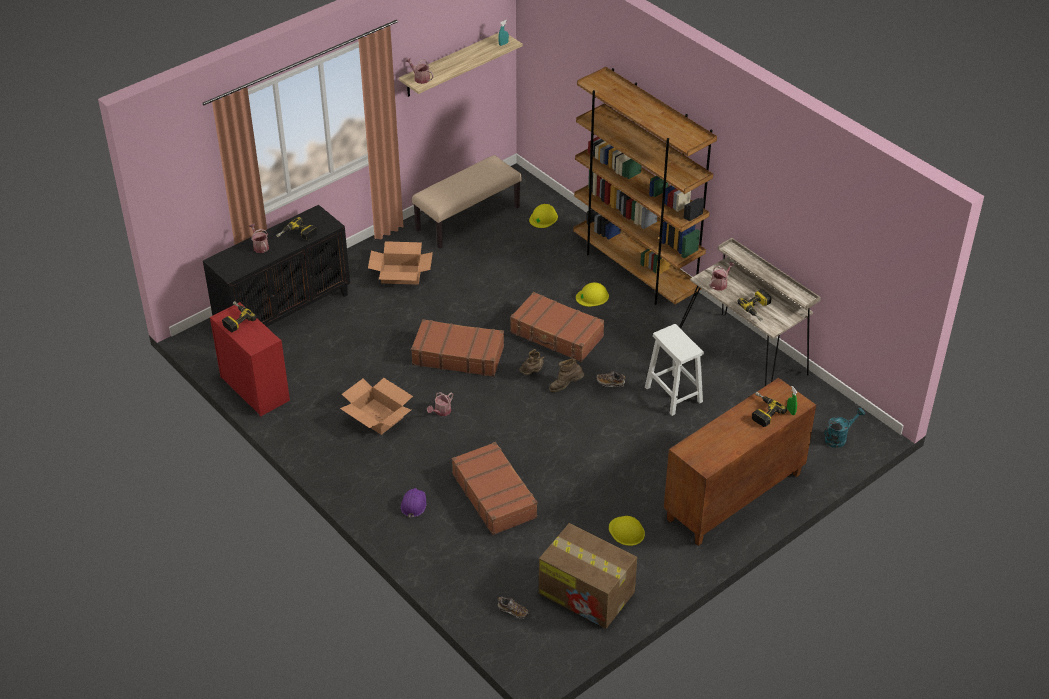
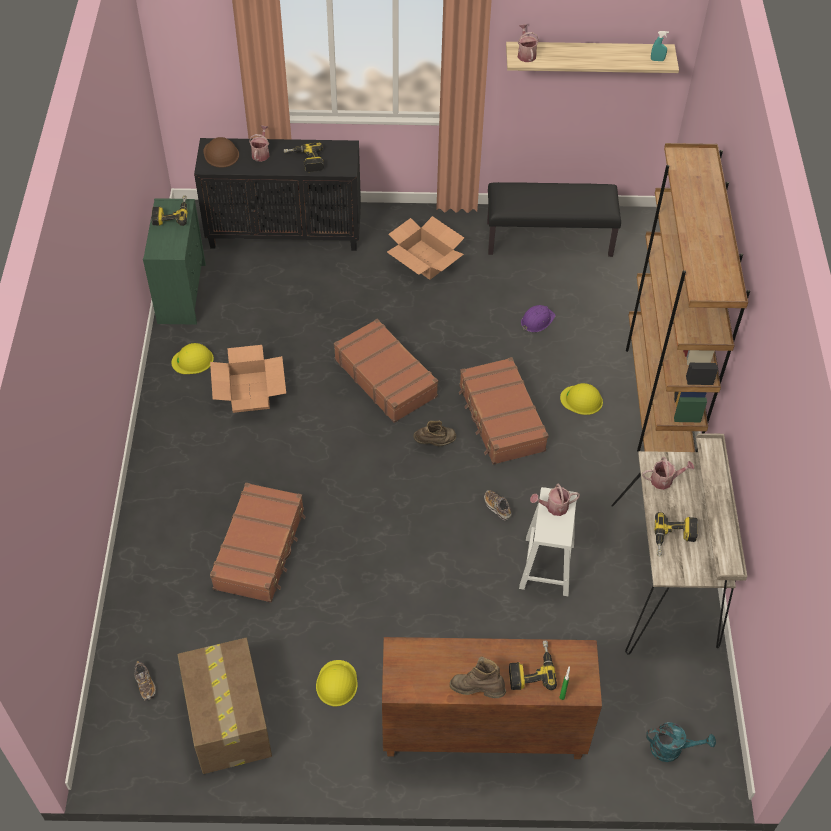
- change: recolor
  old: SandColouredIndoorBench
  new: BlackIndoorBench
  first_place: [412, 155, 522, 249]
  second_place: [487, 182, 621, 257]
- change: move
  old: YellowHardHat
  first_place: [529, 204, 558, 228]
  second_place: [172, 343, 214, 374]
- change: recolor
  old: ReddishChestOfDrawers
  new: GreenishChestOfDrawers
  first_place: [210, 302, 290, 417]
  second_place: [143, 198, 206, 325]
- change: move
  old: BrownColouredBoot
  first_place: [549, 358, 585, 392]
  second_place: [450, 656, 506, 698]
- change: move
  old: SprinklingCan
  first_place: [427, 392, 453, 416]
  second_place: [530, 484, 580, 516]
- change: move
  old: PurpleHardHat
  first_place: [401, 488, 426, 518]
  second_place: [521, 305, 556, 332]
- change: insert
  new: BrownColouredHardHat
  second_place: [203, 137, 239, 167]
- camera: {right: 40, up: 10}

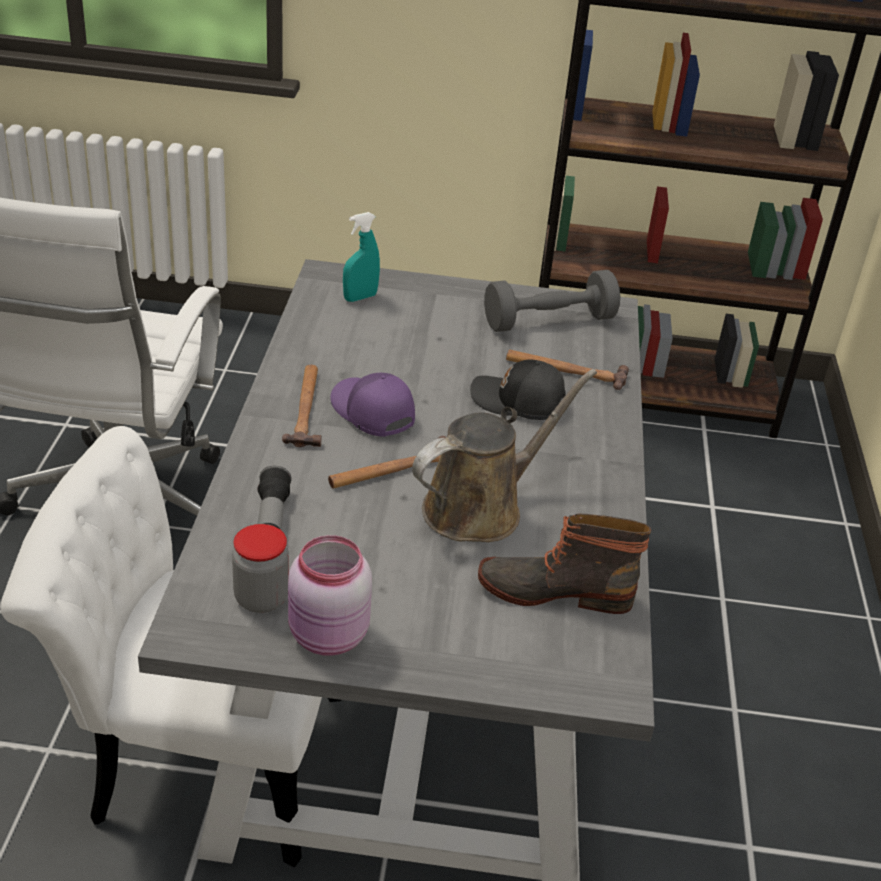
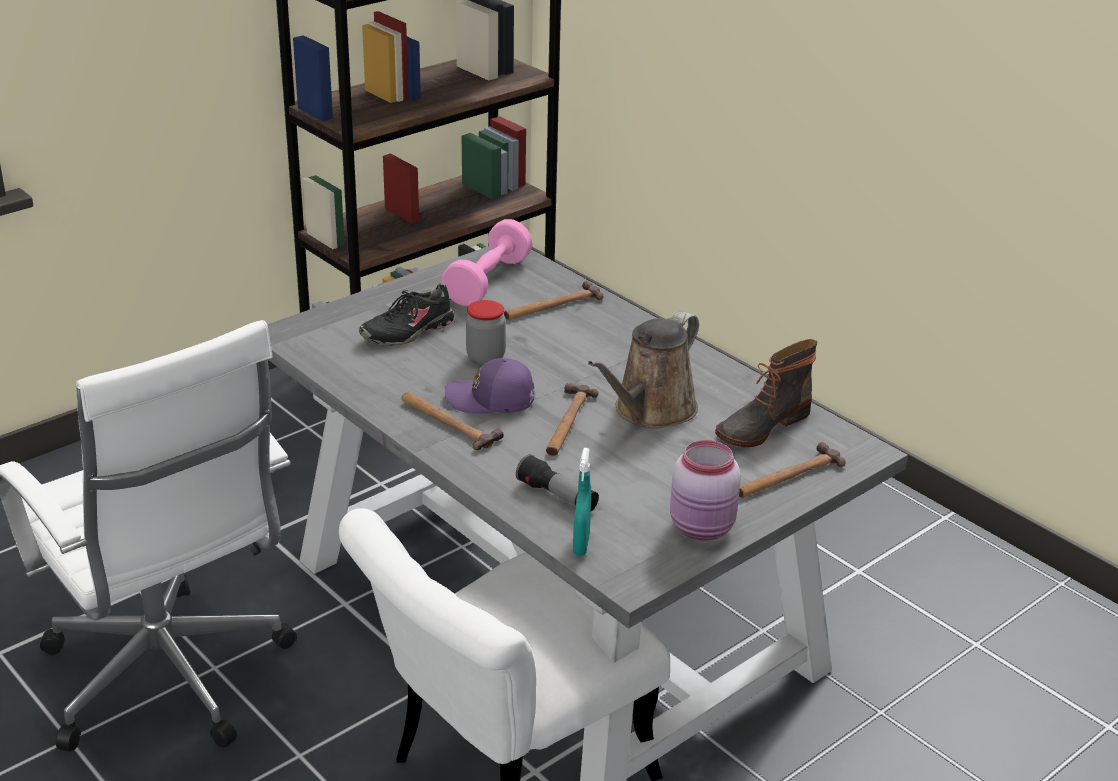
- change: move
  old: TurquoiseSprayer
  first_place: [343, 212, 380, 302]
  second_place: [573, 448, 591, 556]
- change: recolor
  old: GreyishHandWeight
  new: PinkHandWeight
  first_place: [484, 270, 620, 332]
  second_place: [442, 219, 532, 306]
- change: delete
  old: BlackCap
  first_place: [470, 360, 566, 420]
- change: rotate
  old: BrownColouredSprinklingCan
  first_place: [412, 369, 597, 542]
  second_place: [588, 312, 699, 429]
  degrees: -150
- change: move
  old: StorageJar
  first_place: [232, 524, 289, 613]
  second_place: [466, 300, 506, 365]
- change: insert
  new: BlackItemOfFootwear
  second_place: [359, 283, 454, 346]
- change: insert
  new: HandHammer
  second_place: [739, 442, 846, 498]
- camera: {right: -45, up: -5}

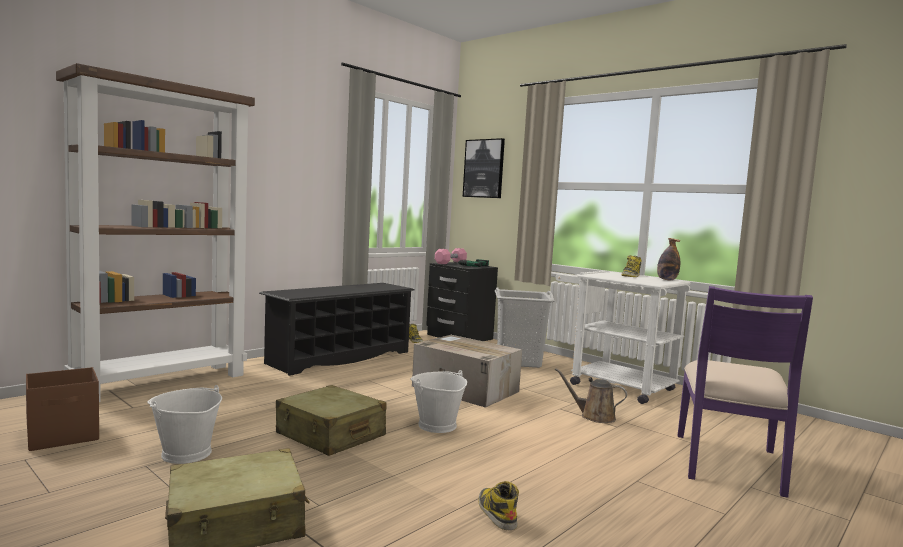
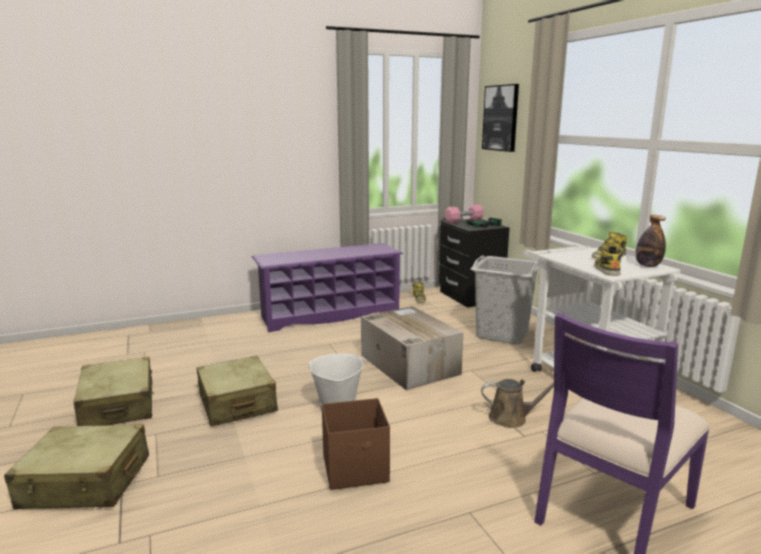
- change: delete
  old: BrownColouredShelvingUnit
  first_place: [56, 63, 255, 402]
- change: recolor
  old: BlackShoeShelf
  new: PurpleShoeShelf
  first_place: [259, 283, 415, 376]
  second_place: [252, 243, 403, 332]
- change: move
  old: BrownColouredStorageBox
  first_place: [26, 367, 99, 451]
  second_place: [322, 398, 390, 490]
- change: rotate
  old: BrownColouredSprinklingCan
  first_place: [555, 368, 627, 423]
  second_place: [481, 379, 554, 428]
  degrees: 135
- change: replace
  old: WhiteWaterBucket
  new: SandColouredTravelCase
  first_place: [147, 385, 222, 464]
  second_place: [74, 357, 154, 426]
- change: move
  old: Boot
  first_place: [478, 481, 519, 530]
  second_place: [594, 245, 624, 276]
- camera: {right: 25, up: 10}

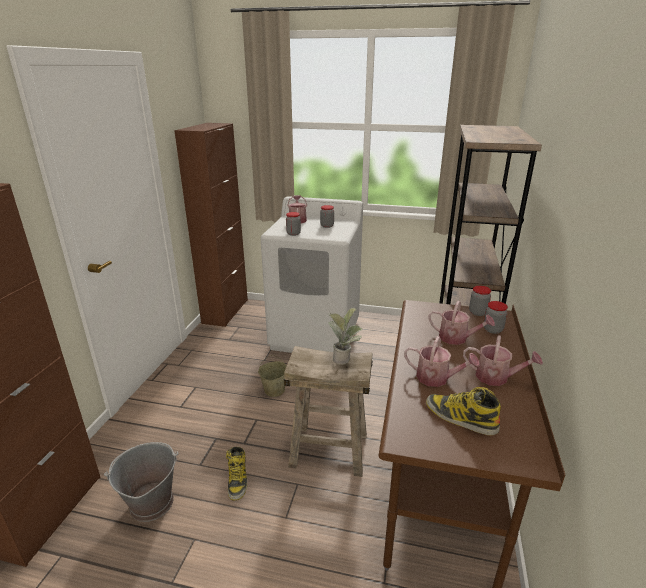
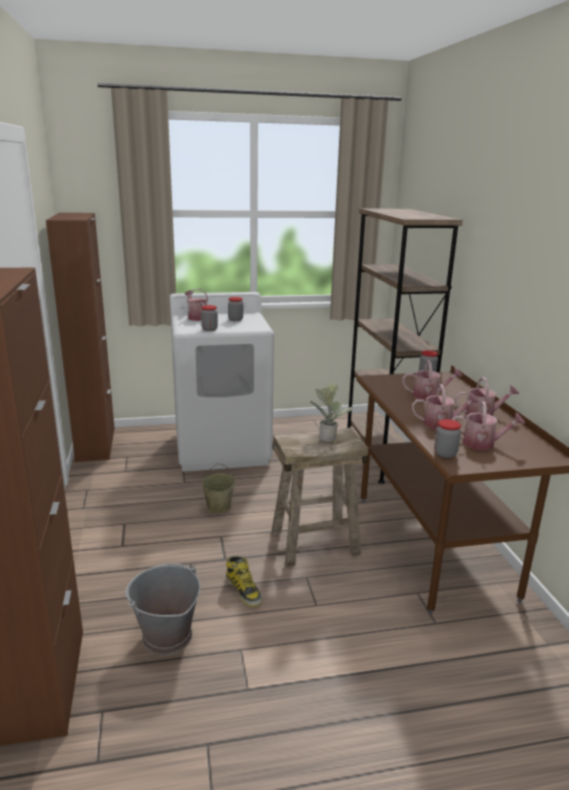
- change: move
  old: StorageJar
  first_place: [484, 301, 508, 334]
  second_place: [434, 419, 461, 458]
- change: replace
  old: Boot
  new: SprinklingCan
  first_place: [426, 387, 501, 435]
  second_place: [452, 401, 525, 450]
- camera: {right: -25, up: -5}

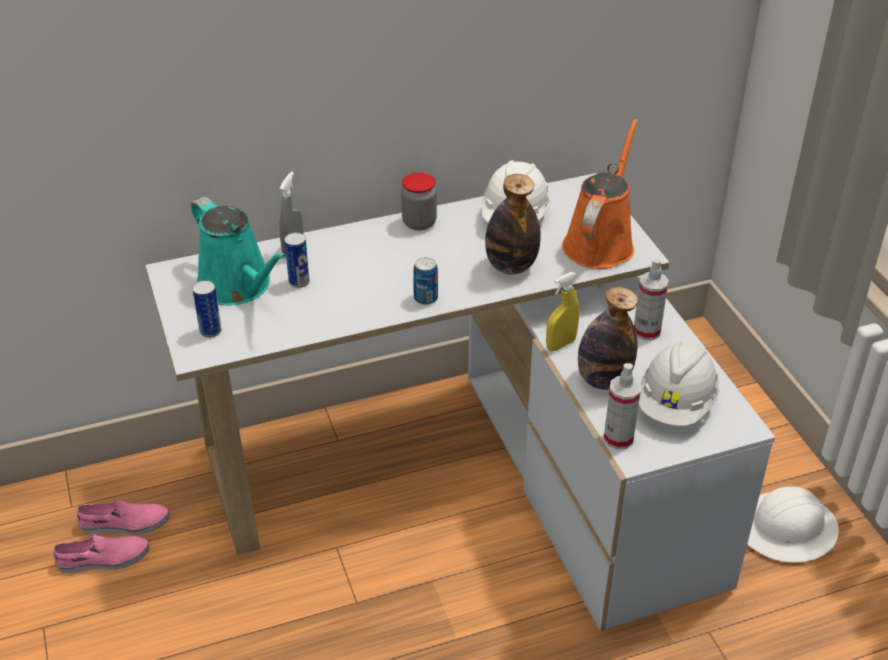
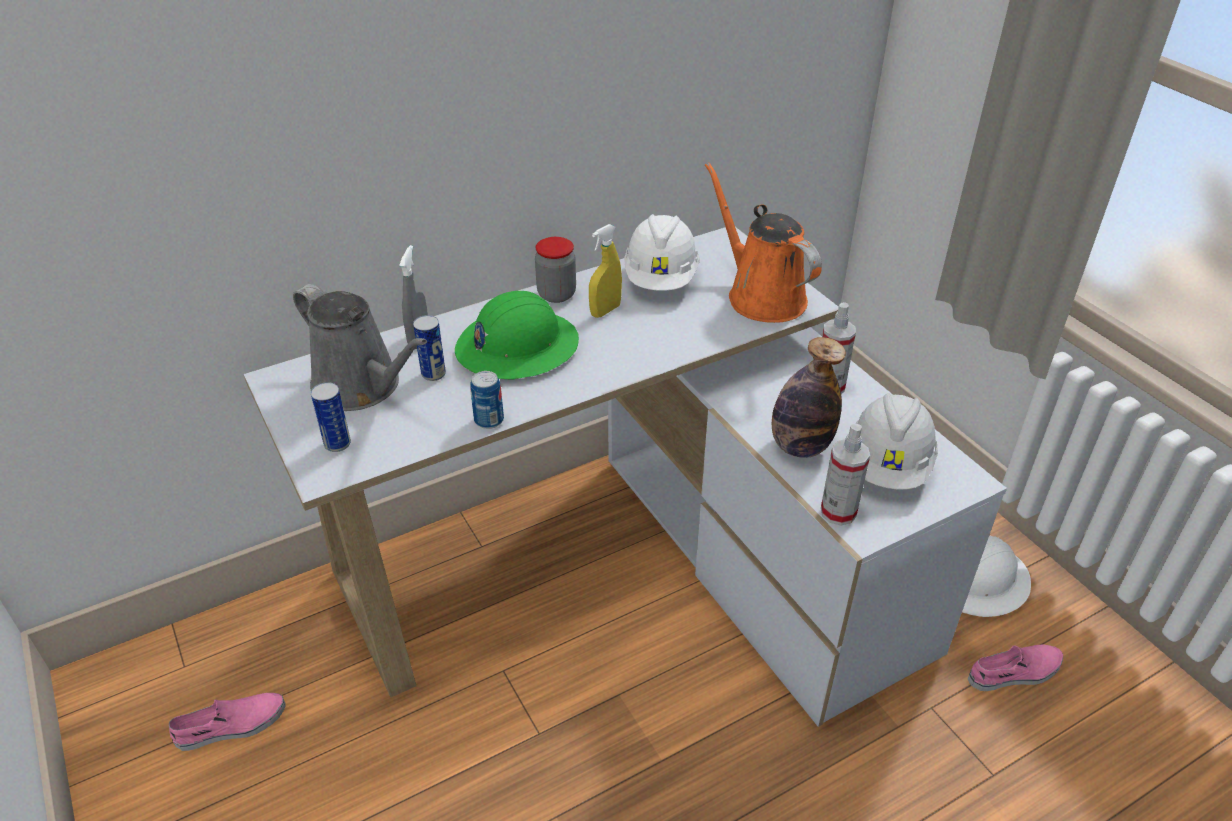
- change: rotate
  old: OrangeySprinklingCan
  first_place: [562, 119, 638, 269]
  second_place: [705, 162, 822, 323]
  degrees: -45
- change: delete
  old: Bottle
  first_place: [485, 174, 541, 274]
- change: recolor
  old: TurquoiseSprinklingCan
  new: GreyishSprinklingCan
  first_place: [191, 197, 287, 305]
  second_place: [293, 284, 427, 411]
- change: move
  old: Can
  first_place: [413, 257, 438, 305]
  second_place: [470, 371, 504, 429]
- change: move
  old: YellowSprayer
  first_place: [546, 272, 579, 351]
  second_place: [589, 224, 622, 318]
- change: move
  old: PinkItemOfFootwear
  first_place: [77, 498, 170, 535]
  second_place: [968, 644, 1063, 691]
- change: insert
  new: GreenishHardHat
  second_place: [455, 291, 579, 379]
- camera: {right: -10, up: 0}

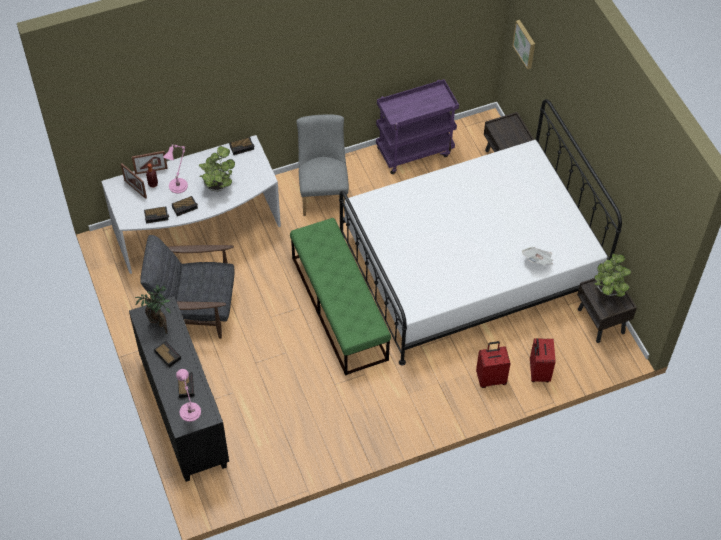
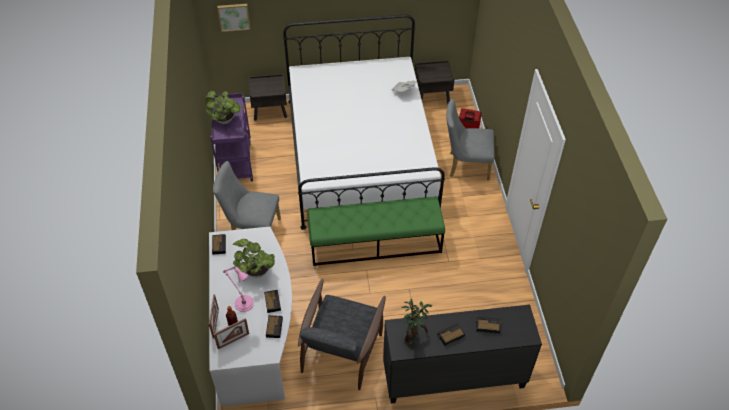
- change: move
  old: Houseplant
  first_place: [594, 253, 631, 297]
  second_place: [205, 91, 242, 124]
- change: replace
  old: ReddishTravelCase
  new: GreyishChair
  first_place: [476, 341, 511, 388]
  second_place: [446, 99, 495, 181]
- change: delete
  old: PinkLampForATable
  first_place: [176, 369, 201, 422]
- camera: {right: -75, up: -5}

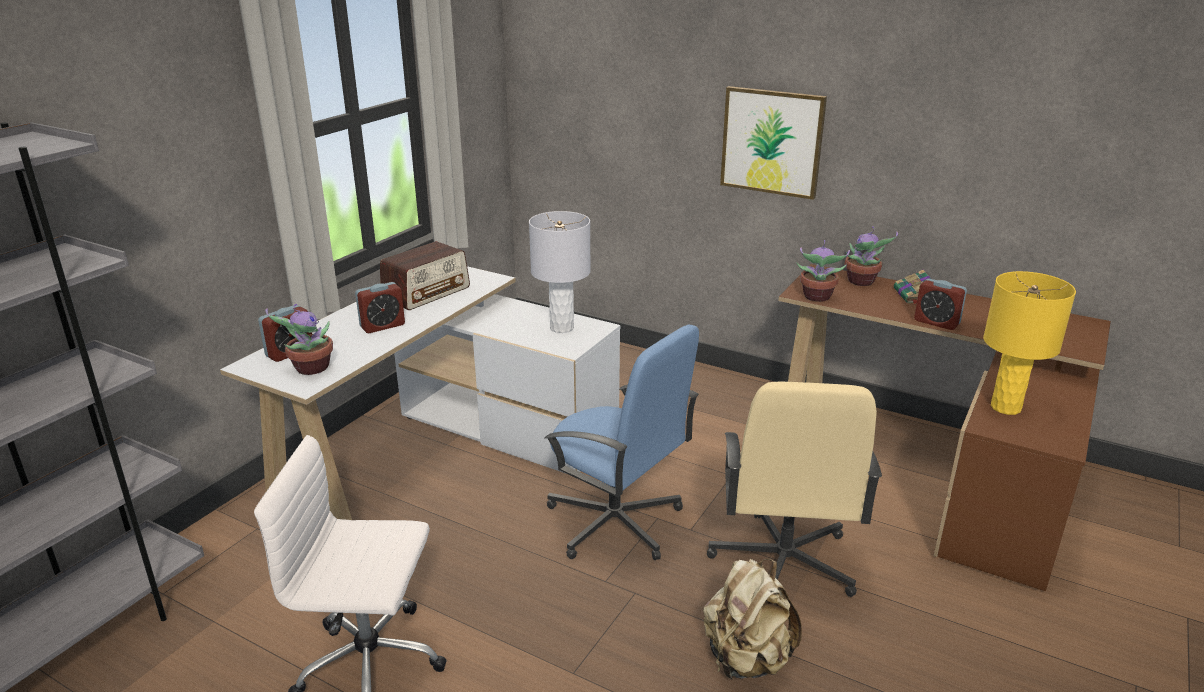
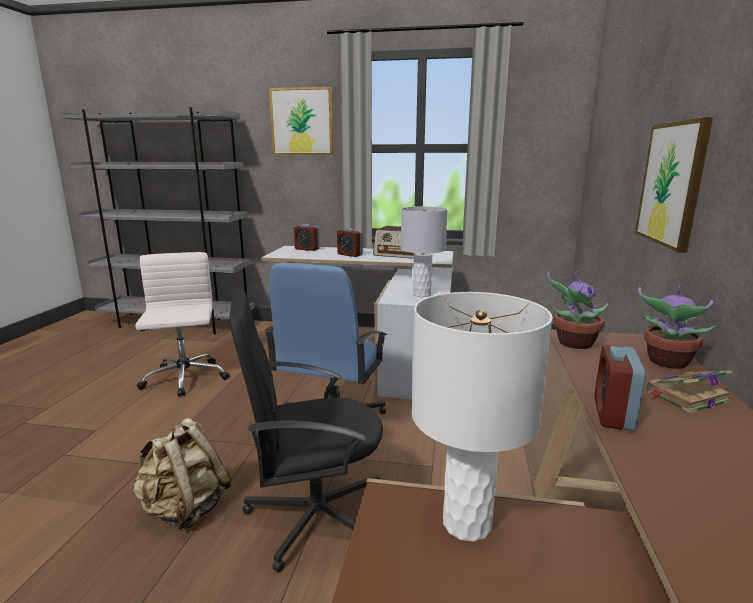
- change: recolor
  old: YellowLampForATable
  new: WhiteLampForATable
  first_place: [983, 271, 1076, 415]
  second_place: [412, 292, 553, 542]
- change: delete
  old: Houseplant
  first_place: [265, 304, 333, 375]
- change: recolor
  old: SandColouredOfficeChair
  new: BlackOfficeChair
  first_place: [707, 382, 882, 597]
  second_place: [229, 289, 383, 573]
- change: insert
  new: WallArt
  second_place: [269, 87, 334, 155]
- camera: {right: 70, up: -10}

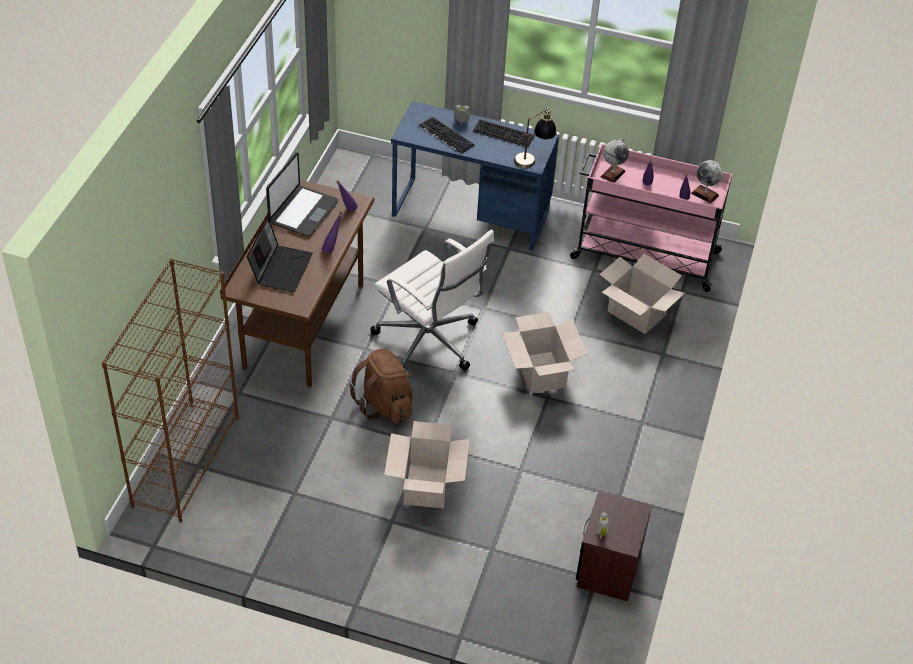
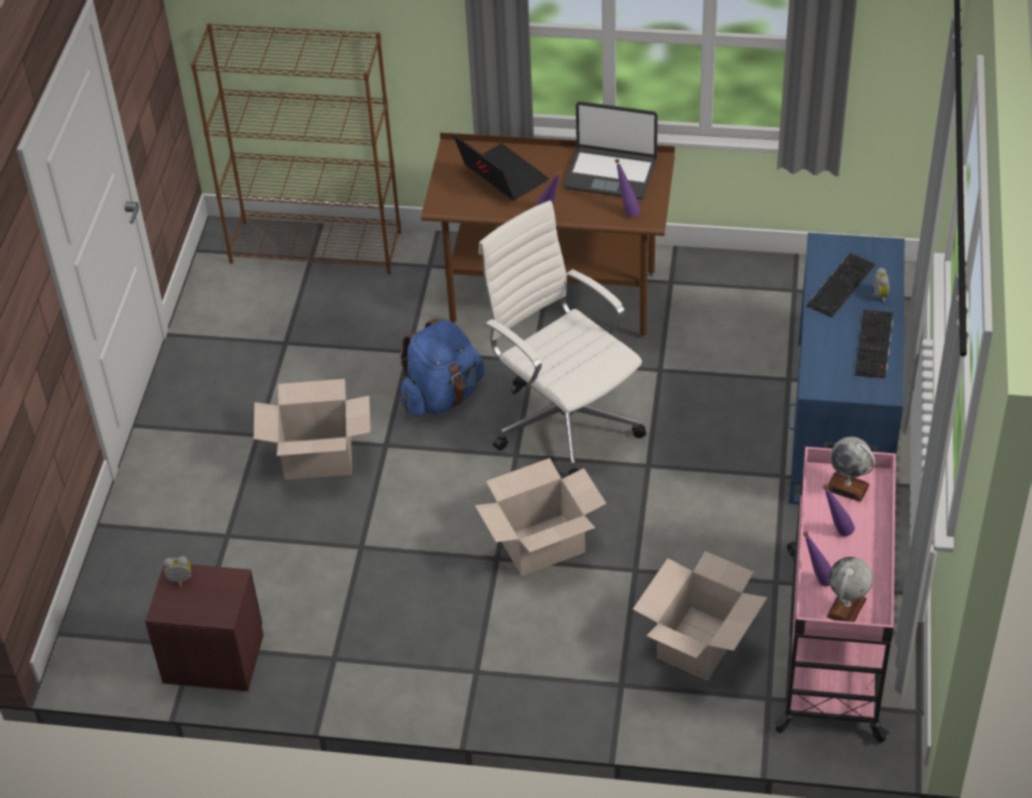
- change: delete
  old: LampForATable
  first_place: [514, 106, 557, 168]
- change: rotate
  old: Laptop
  first_place: [247, 218, 313, 292]
  second_place: [453, 134, 549, 200]
  degrees: -135
- change: rotate
  old: WhiteOfficeChair
  first_place: [370, 230, 494, 370]
  second_place: [479, 200, 646, 475]
  degrees: 105
- change: recolor
  old: BrownColouredRucksack
  new: BlueColouredRucksack
  first_place: [349, 348, 412, 423]
  second_place: [400, 319, 484, 417]
- camera: {right: 85, up: 0}

